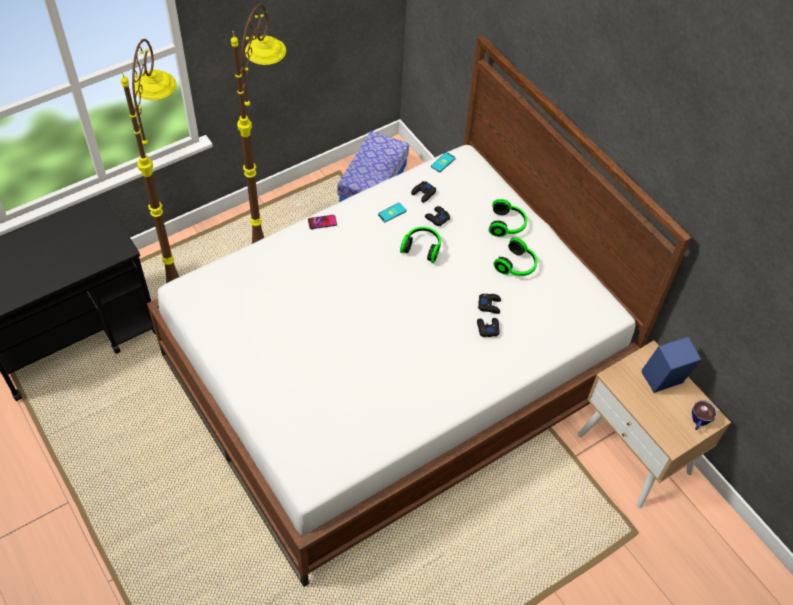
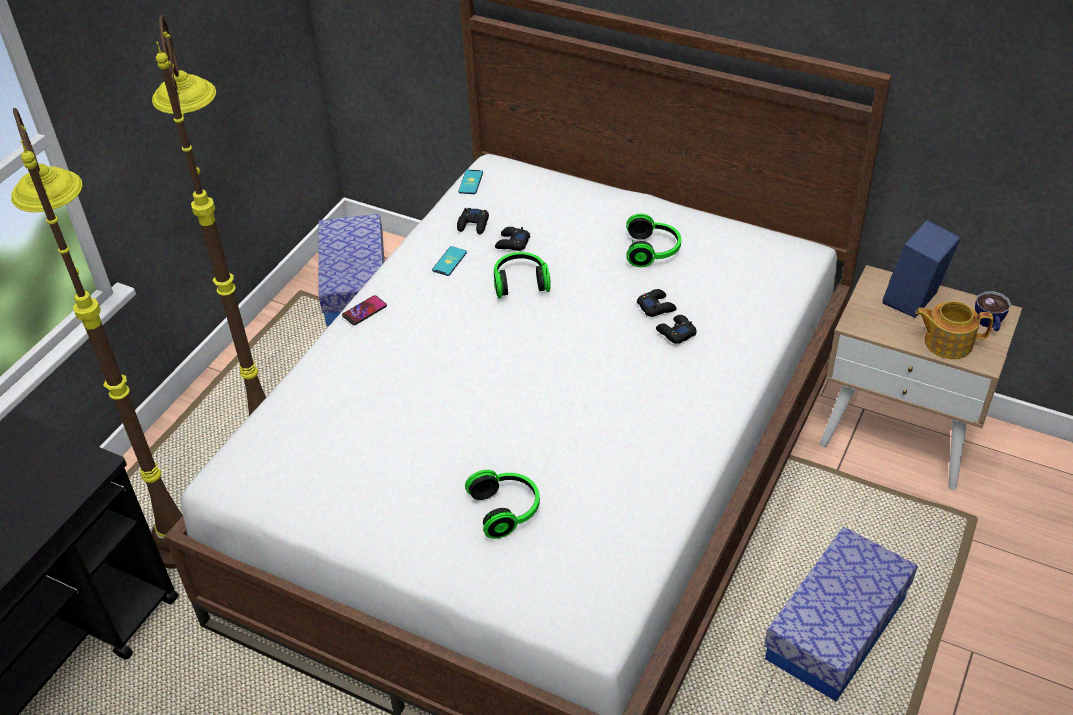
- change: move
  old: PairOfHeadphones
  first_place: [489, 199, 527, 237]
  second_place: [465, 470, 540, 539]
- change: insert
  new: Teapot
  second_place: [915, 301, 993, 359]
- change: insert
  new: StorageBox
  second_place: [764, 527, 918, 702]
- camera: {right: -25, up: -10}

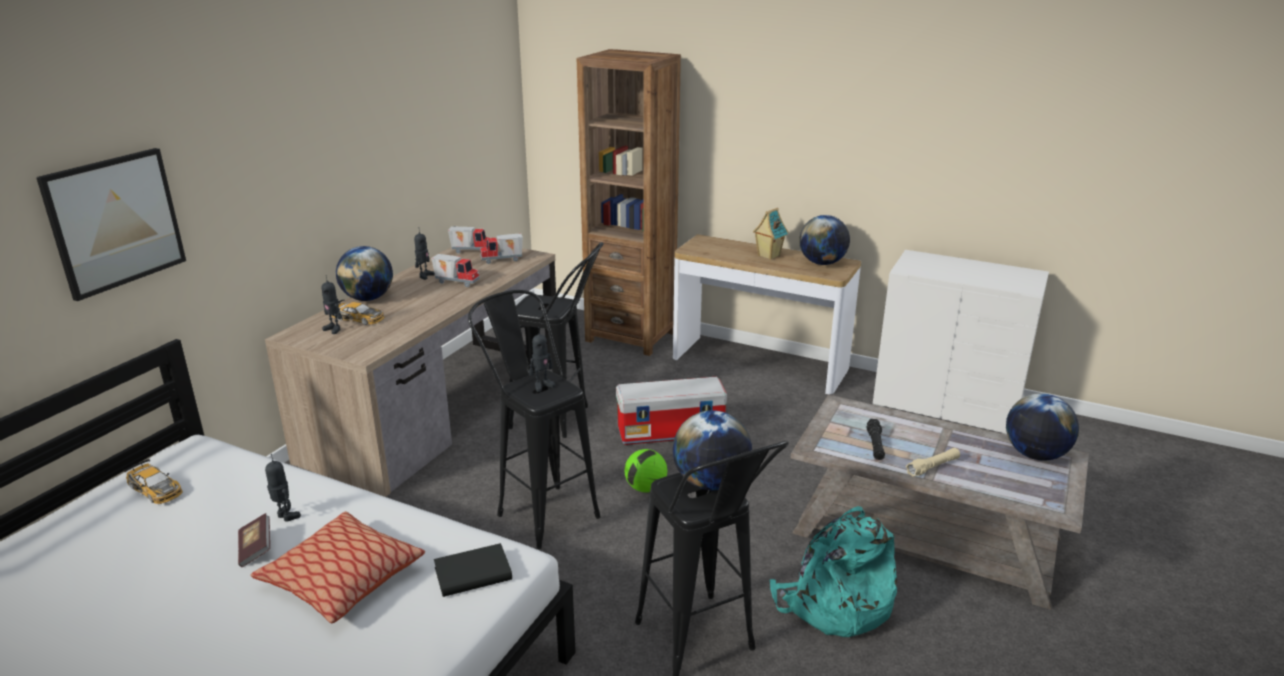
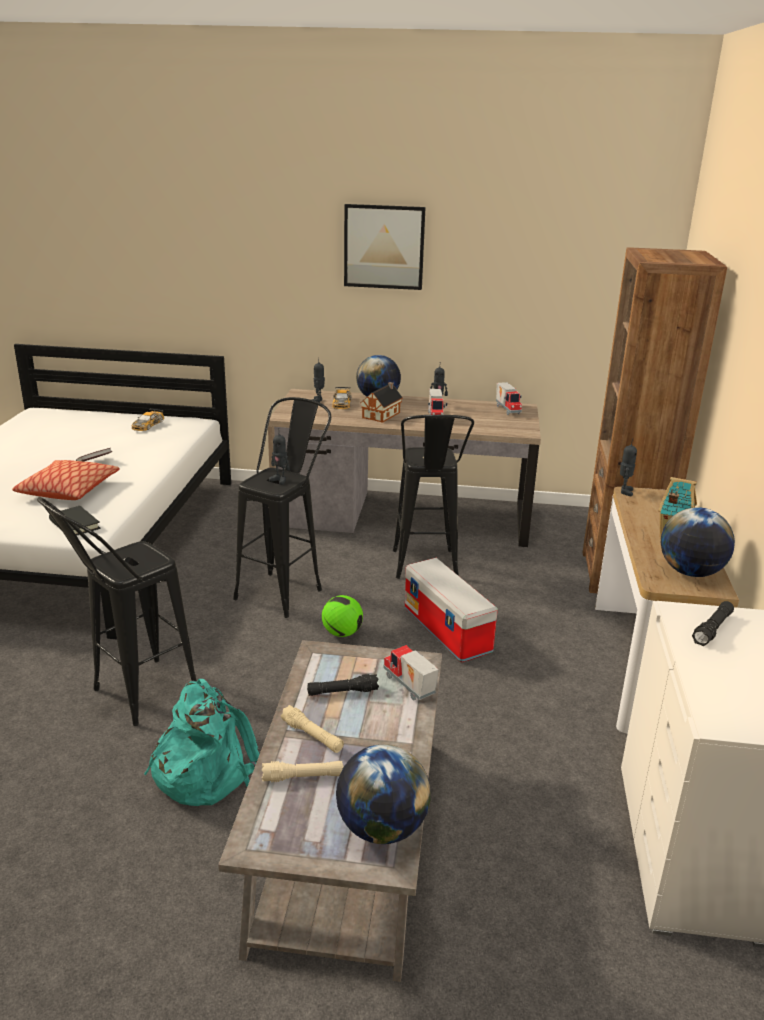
- change: move
  old: WallArt
  first_place: [36, 148, 186, 301]
  second_place: [344, 204, 426, 290]
- change: move
  old: ToyTruck
  first_place: [480, 233, 523, 264]
  second_place: [384, 645, 439, 701]
- change: delete
  old: DeskGlobe
  first_place: [673, 410, 752, 490]
- change: move
  old: RobotFigure
  first_place: [265, 454, 301, 522]
  second_place: [620, 439, 637, 496]
- change: insert
  new: ModelHouse
  second_place: [361, 382, 403, 423]
- change: insert
  new: BlackFlashlight
  second_place: [692, 601, 734, 646]
- change: insert
  new: SandColouredFlashlight
  second_place: [262, 761, 343, 782]
- camera: {right: 70, up: 0}

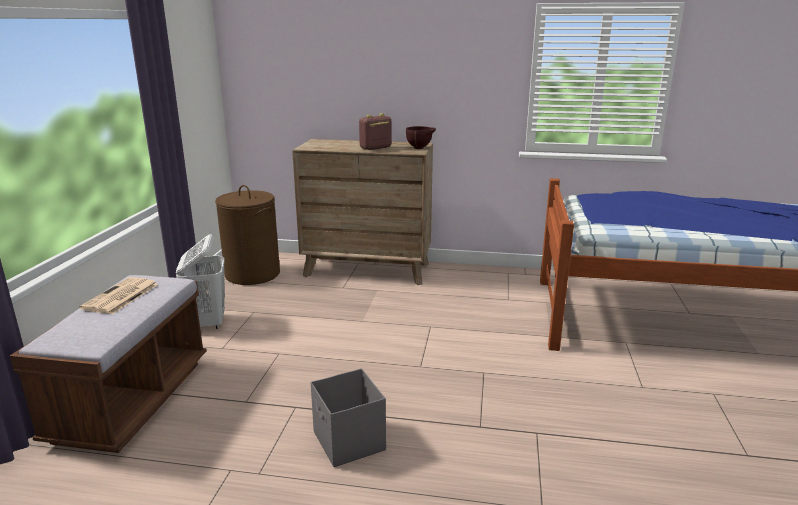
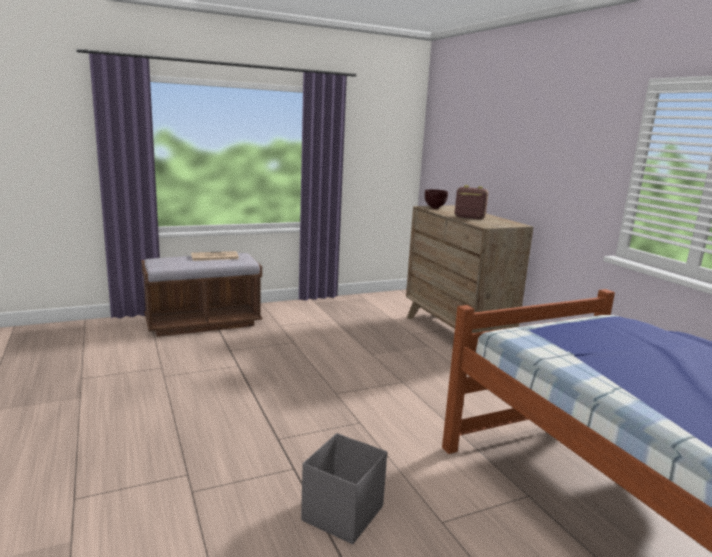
- change: move
  old: BrownColouredServingBowl
  first_place: [406, 126, 436, 149]
  second_place: [425, 189, 448, 209]
- change: delete
  old: BrownColouredLaundryBasket
  first_place: [215, 185, 280, 285]
- change: delete
  old: WhiteLaundryBasket
  first_place: [176, 234, 225, 329]
- change: move
  old: GreyishStorageBox
  first_place: [311, 368, 386, 467]
  second_place: [301, 433, 387, 544]
- camera: {right: 55, up: -5}

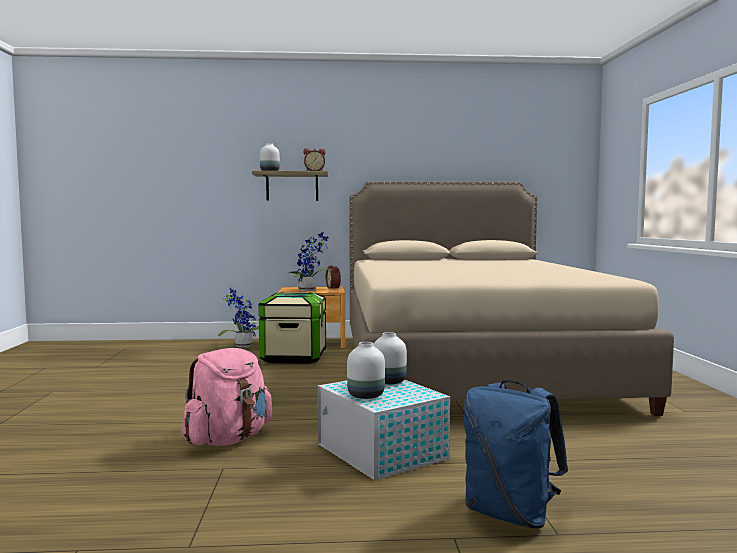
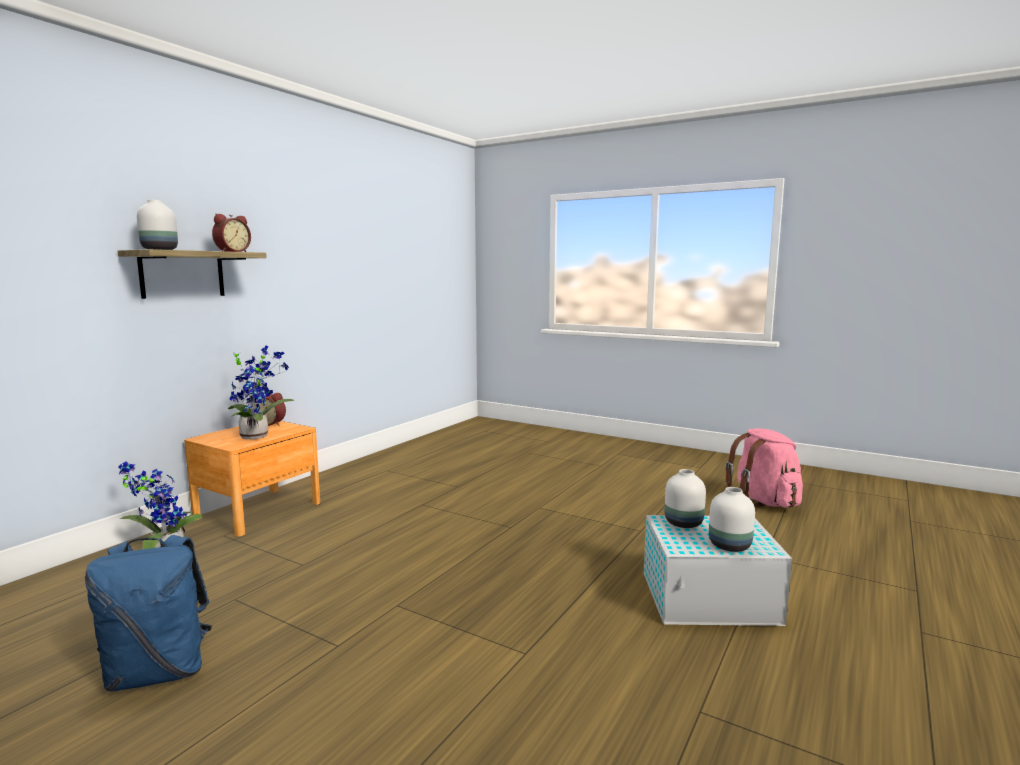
- change: delete
  old: SandColouredBedroomBed
  first_place: [349, 181, 674, 416]
- change: delete
  old: StorageBox
  first_place: [259, 292, 326, 364]
- change: move
  old: PinkRucksack
  first_place: [182, 348, 272, 446]
  second_place: [725, 428, 803, 508]
- change: move
  old: BlueColouredRucksack
  first_place: [464, 380, 568, 529]
  second_place: [85, 535, 212, 692]
- camera: {right: -55, up: 5}

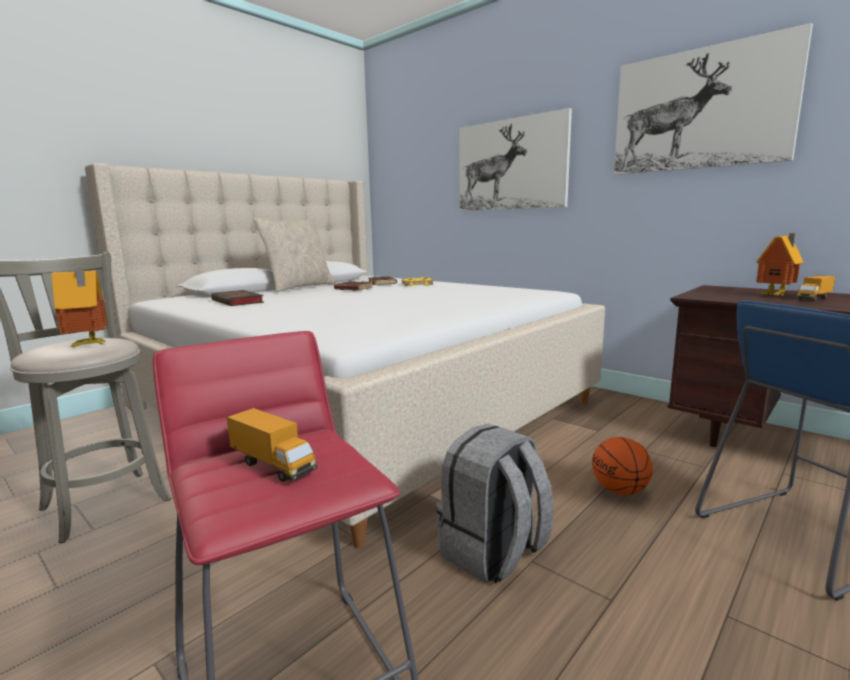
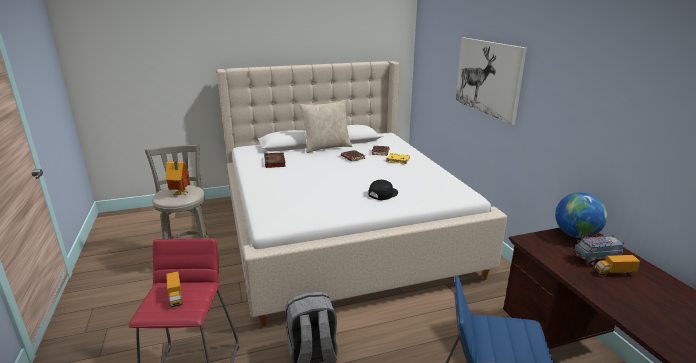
- change: delete
  old: WallArt
  first_place: [614, 23, 813, 175]
- change: replace
  old: ModelHouse
  new: ToyTruck
  first_place: [756, 233, 803, 296]
  second_place: [573, 234, 624, 266]
- change: delete
  old: Basketball
  first_place: [592, 437, 653, 495]
- change: insert
  new: BlackCap
  second_place: [369, 180, 398, 200]
- change: insert
  new: DeskGlobe
  second_place: [555, 192, 607, 238]
- camera: {right: 30, up: 10}

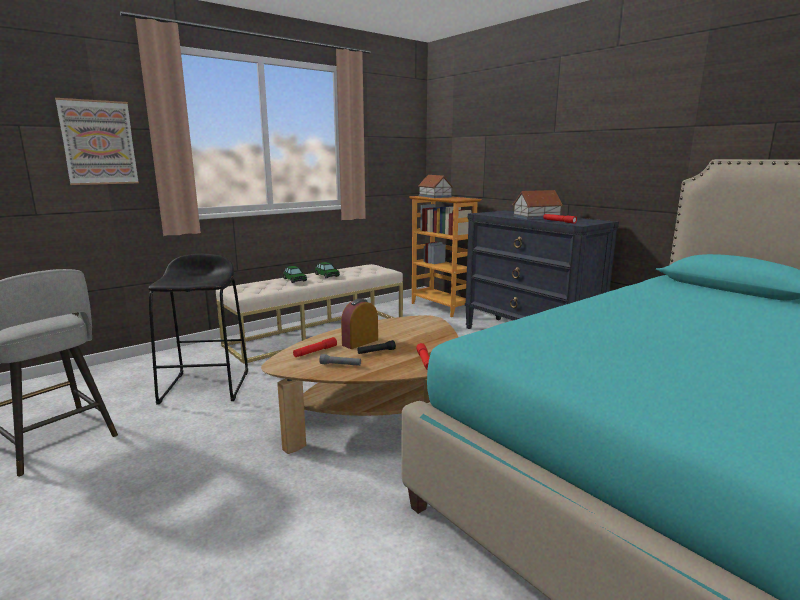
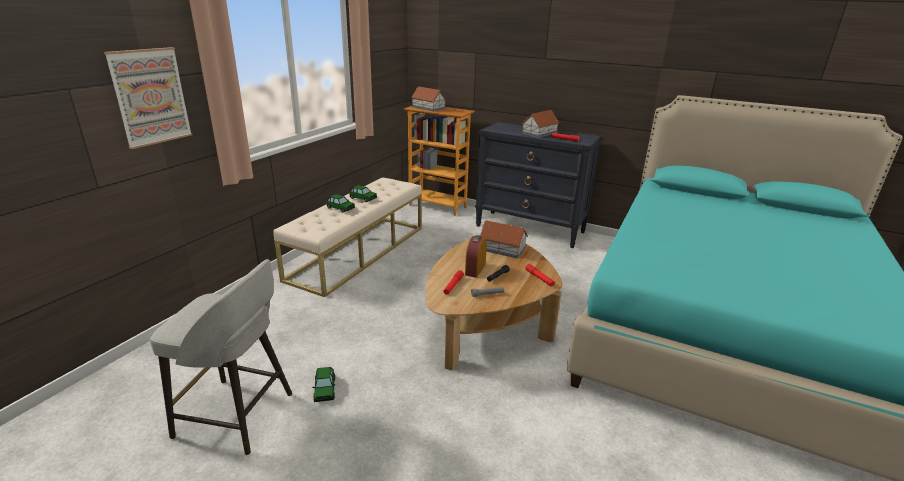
- change: delete
  old: BlackStool
  first_place: [148, 254, 248, 405]
- change: insert
  new: ModelHouse
  second_place: [480, 220, 528, 259]
- change: insert
  new: ToyCar
  second_place: [312, 367, 335, 402]
- camera: {right: -25, up: 10}

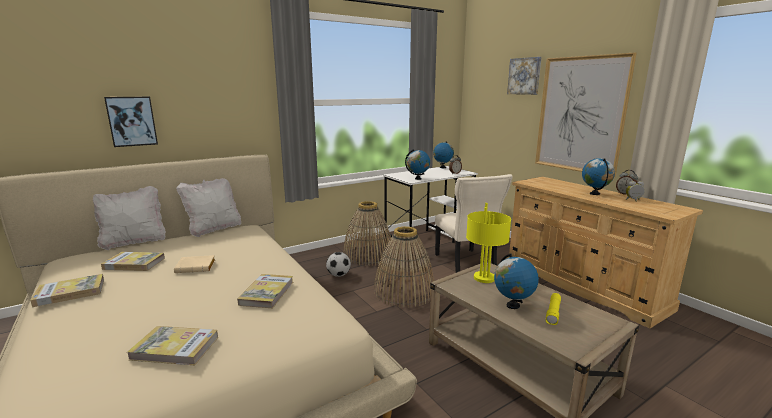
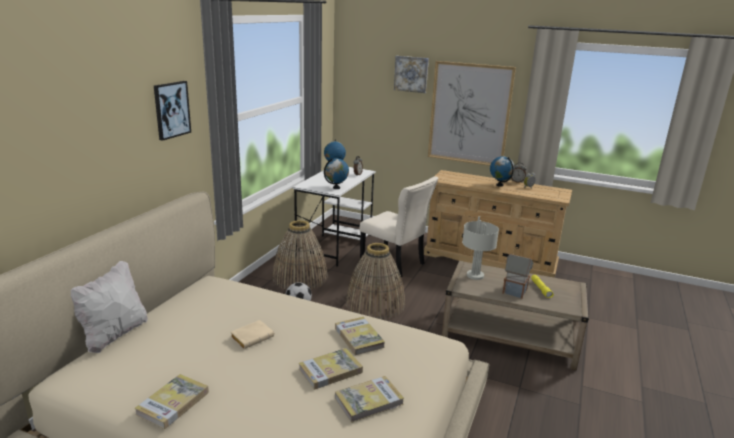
- change: move
  old: WallArt
  first_place: [104, 96, 158, 147]
  second_place: [154, 81, 191, 141]
- change: delete
  old: WhiteThrowPillow
  first_place: [176, 178, 241, 237]
- change: recolor
  old: YellowLampForATable
  new: GreyishLampForATable
  first_place: [466, 203, 511, 283]
  second_place: [462, 216, 499, 280]
- change: move
  old: Volume
  first_place: [101, 252, 165, 271]
  second_place: [299, 348, 363, 390]
- change: replace
  old: DeskGlobe
  new: ModelHouse
  first_place: [494, 253, 539, 309]
  second_place: [502, 253, 533, 299]
- camera: {right: -35, up: 5}

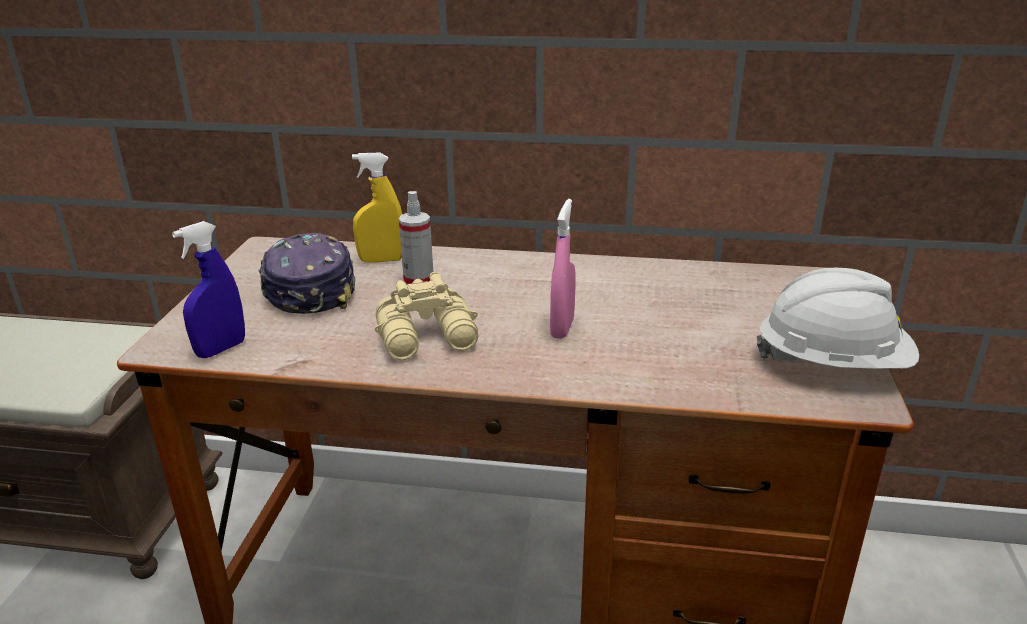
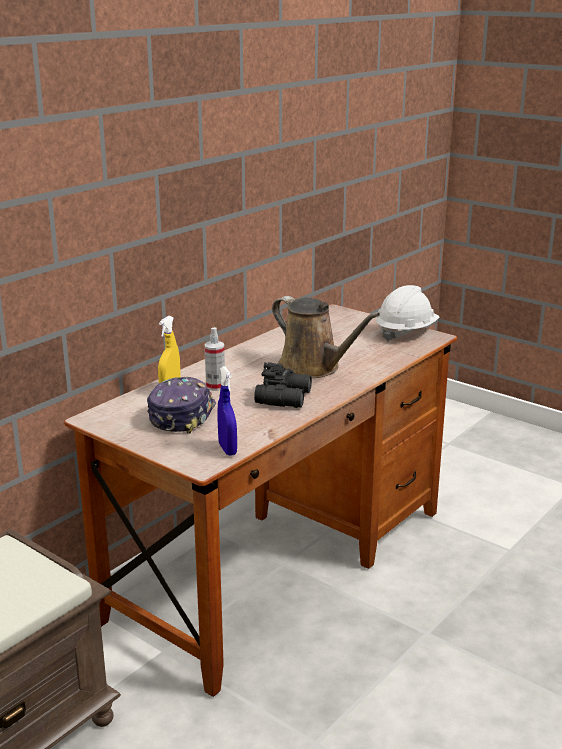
- change: replace
  old: PinkSprayer
  new: BrownColouredSprinklingCan
  first_place: [550, 199, 575, 339]
  second_place: [272, 296, 380, 378]
- change: rotate
  old: Cap
  first_place: [259, 233, 355, 314]
  second_place: [147, 377, 216, 434]
  degrees: 90
- change: recolor
  old: SandColouredBinoculars
  new: BlackBinoculars
  first_place: [374, 272, 478, 360]
  second_place: [254, 362, 312, 408]
- camera: {right: -60, up: -5}

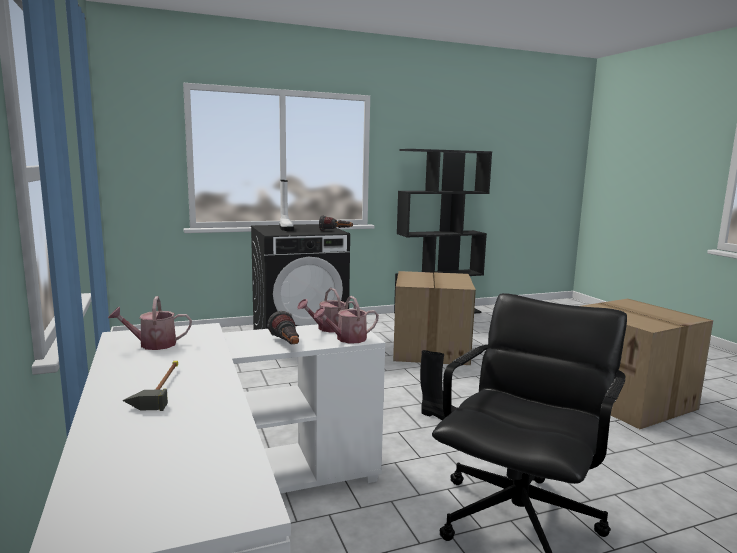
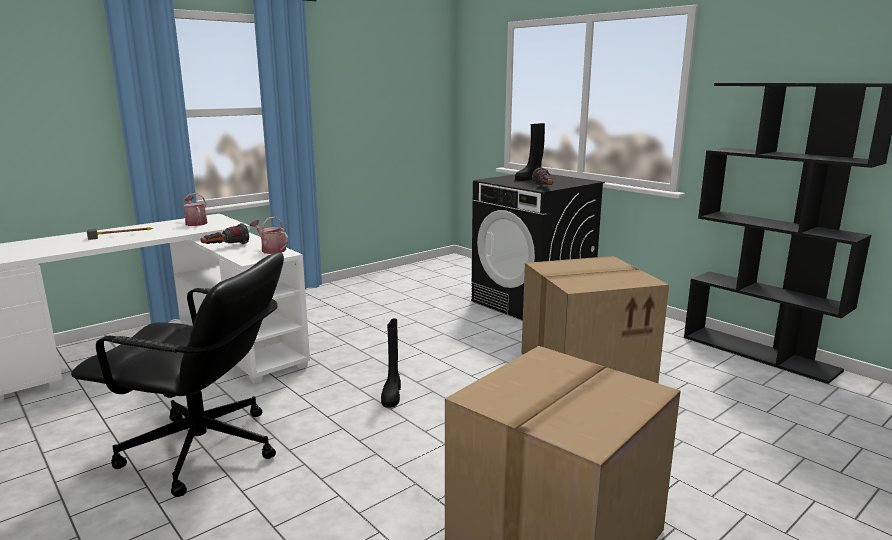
- change: recolor
  old: WhiteBoot
  new: BlackBoot
  first_place: [280, 180, 294, 231]
  second_place: [515, 123, 545, 181]
- change: delete
  old: SprinklingCan
  first_place: [314, 296, 379, 343]
- camera: {right: 70, up: 5}

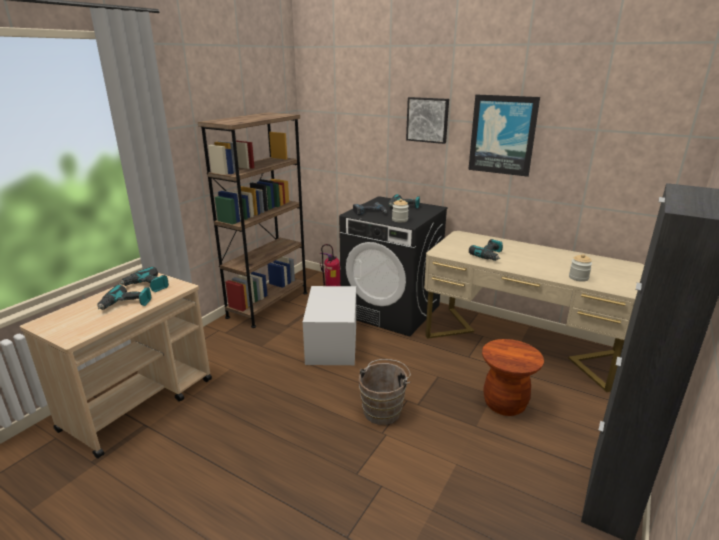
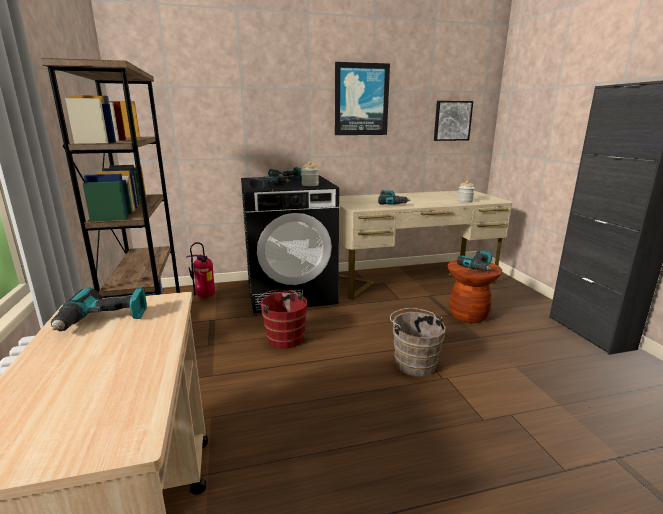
- change: move
  old: WallArt
  first_place: [406, 97, 449, 144]
  second_place: [434, 101, 473, 141]
- change: move
  old: PowerDrill
  first_place: [97, 285, 151, 310]
  second_place: [457, 250, 492, 271]
- change: replace
  old: WhiteStorageBox
  new: ReddishWaterBucket
  first_place: [303, 286, 356, 365]
  second_place: [257, 290, 307, 348]
- camera: {right: -45, up: -5}

